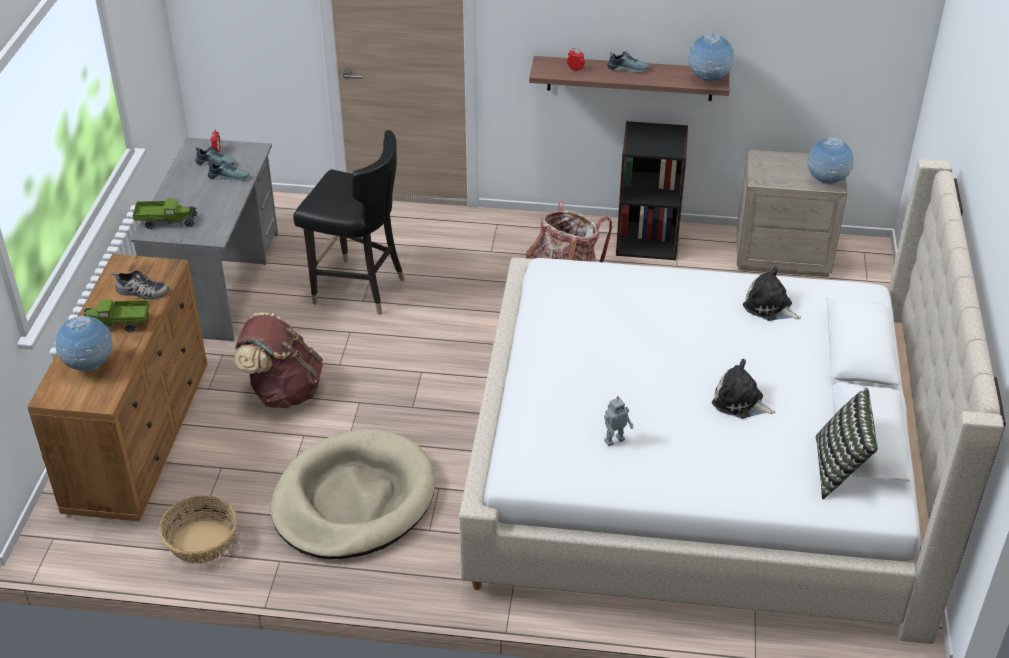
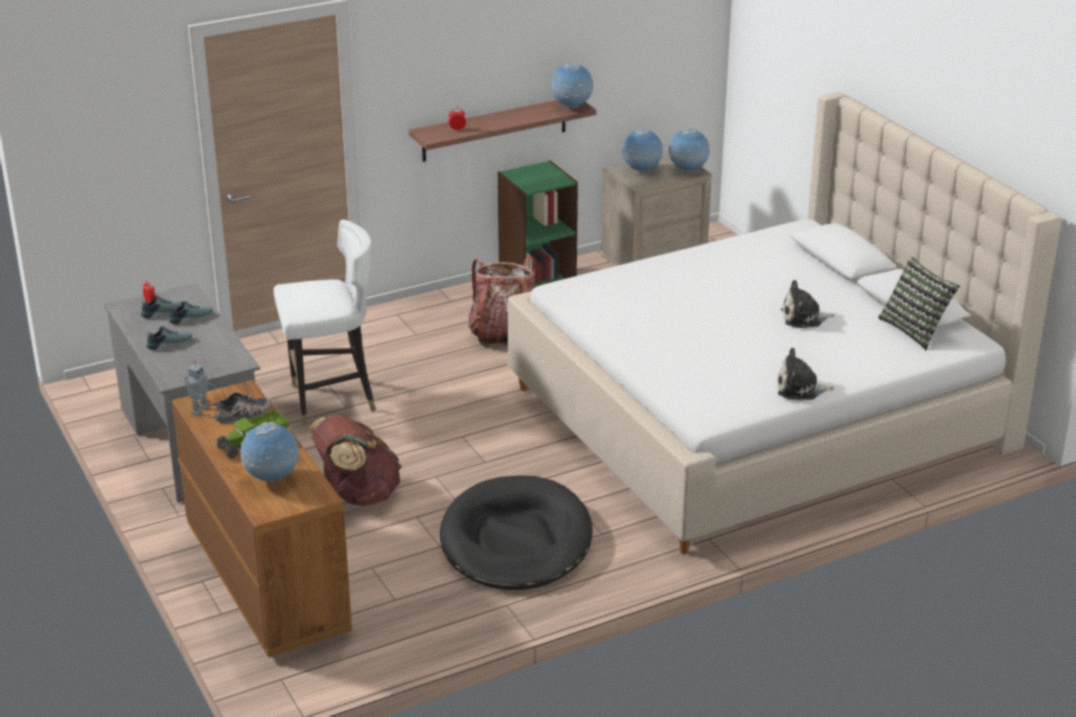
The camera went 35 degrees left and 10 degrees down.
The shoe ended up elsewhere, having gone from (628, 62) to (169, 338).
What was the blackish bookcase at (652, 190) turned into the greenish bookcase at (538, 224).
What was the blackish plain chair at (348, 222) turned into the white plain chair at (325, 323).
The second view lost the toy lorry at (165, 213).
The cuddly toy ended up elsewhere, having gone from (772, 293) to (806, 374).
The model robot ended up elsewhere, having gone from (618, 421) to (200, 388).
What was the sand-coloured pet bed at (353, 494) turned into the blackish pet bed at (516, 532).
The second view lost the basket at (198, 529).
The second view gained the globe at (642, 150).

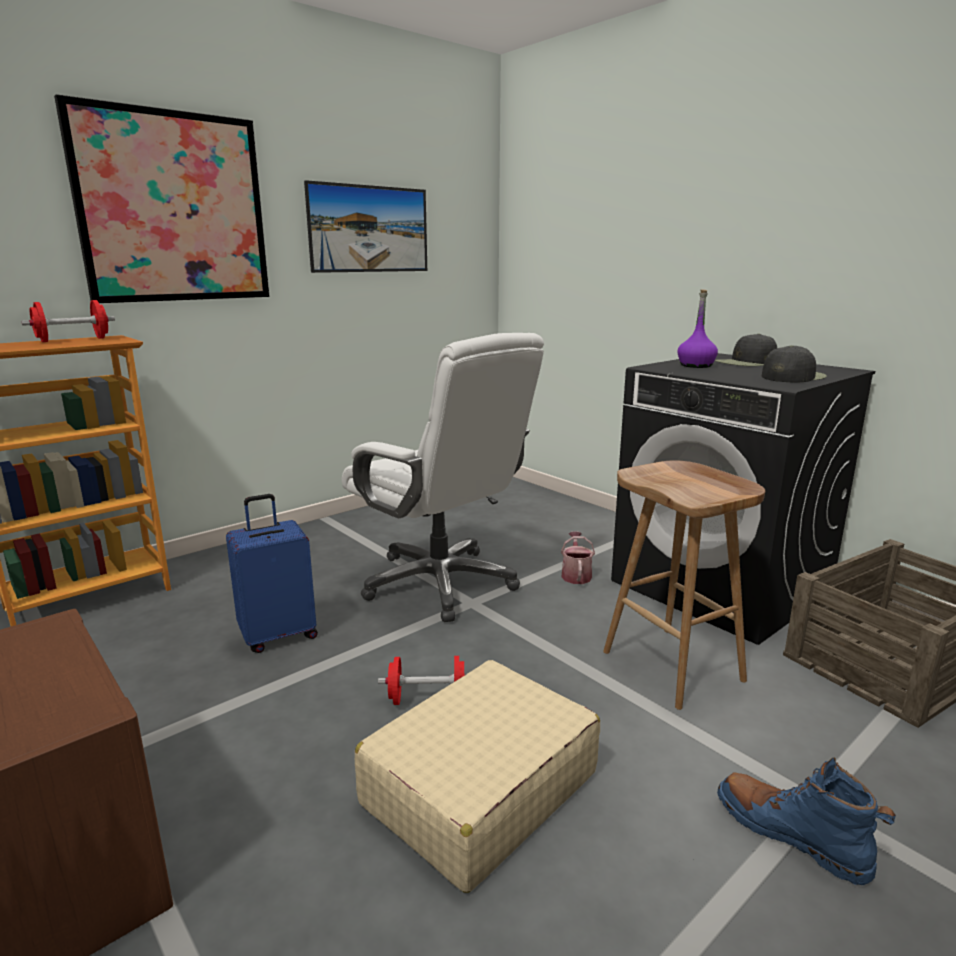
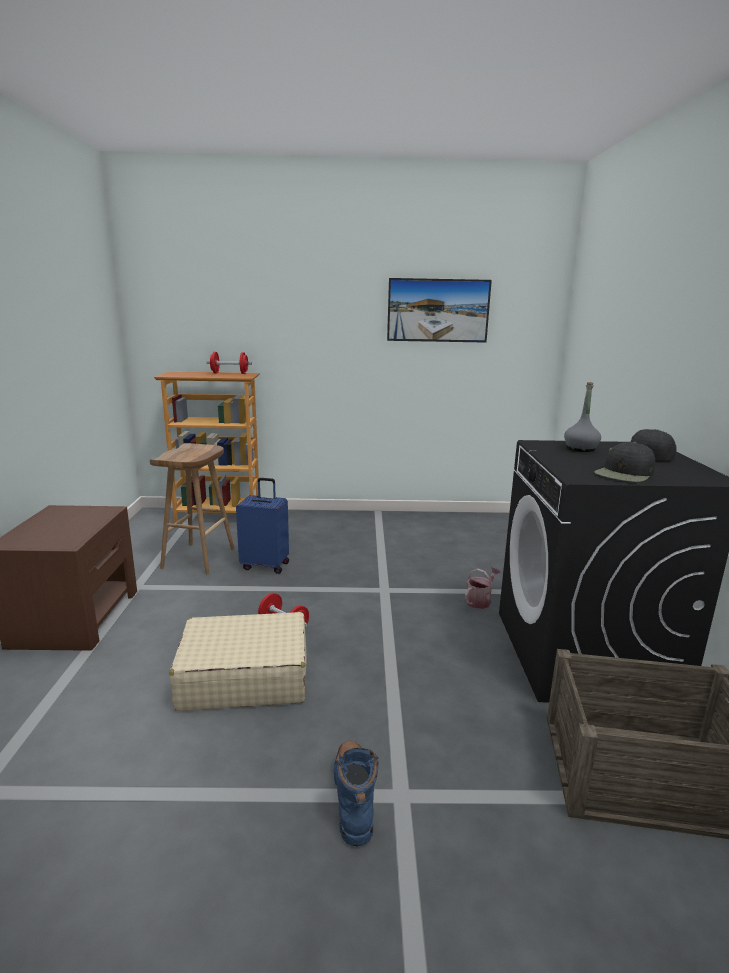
The camera went 40 degrees right and 0 degrees up.
The second view lost the wall picture at (162, 198).
What was the purplish drink bottle at (698, 328) turned into the gray drink bottle at (582, 417).
The second view lost the white computer chair at (443, 477).
The blackish baseball cap at (794, 364) ended up facing another way, 135 degrees clockwise from before.
The brownish stool seat ended up elsewhere, having gone from (684, 585) to (192, 508).

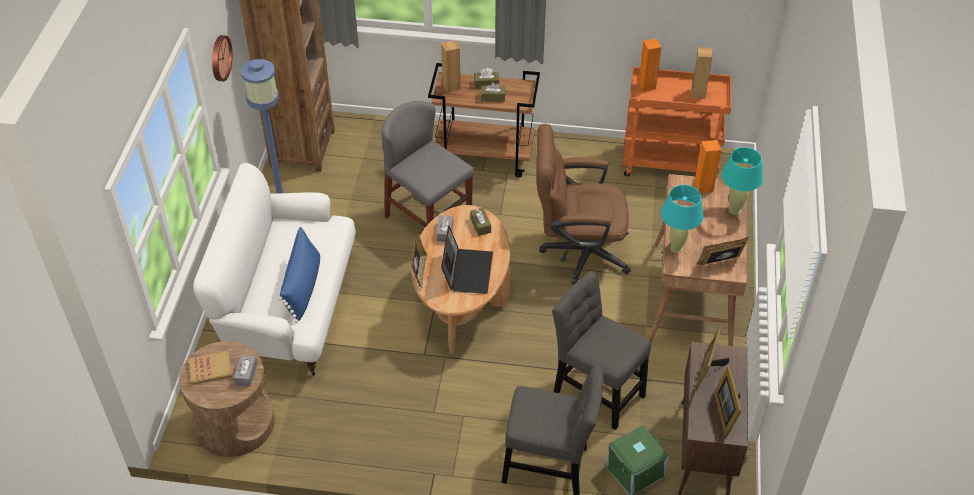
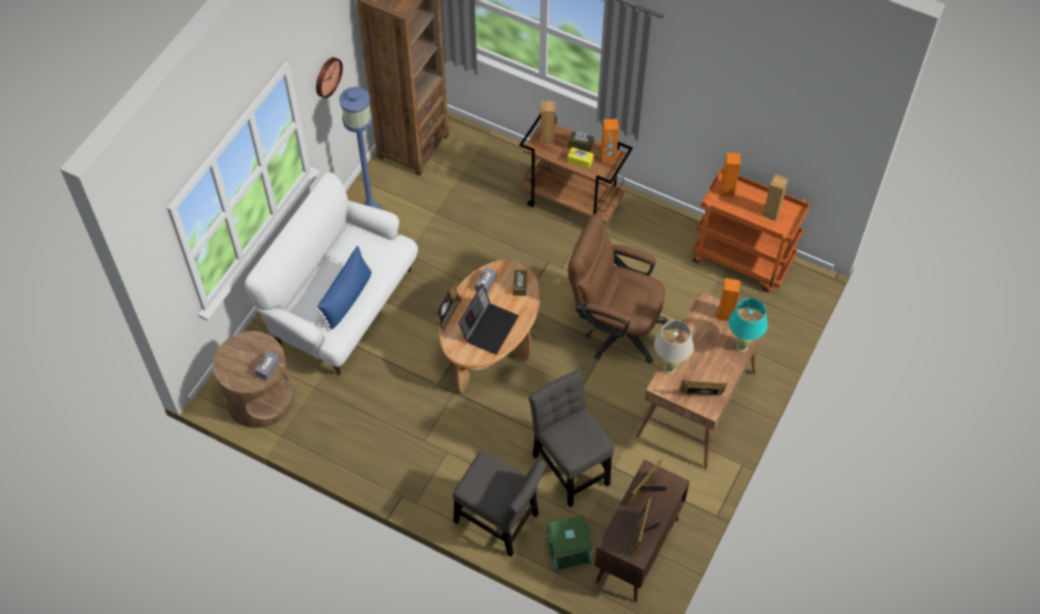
The camera went 20 degrees right and 10 degrees up.
What was the brownish tissue holder at (492, 92) turned into the yellowish tissue holder at (580, 158).
The second view lost the gray plain chair at (428, 164).
What was the blue-green tabletop lamp at (682, 219) turned into the sand-coloured tabletop lamp at (674, 347).
The second view lost the book at (210, 368).
The second view gained the orangey audio speaker at (610, 140).

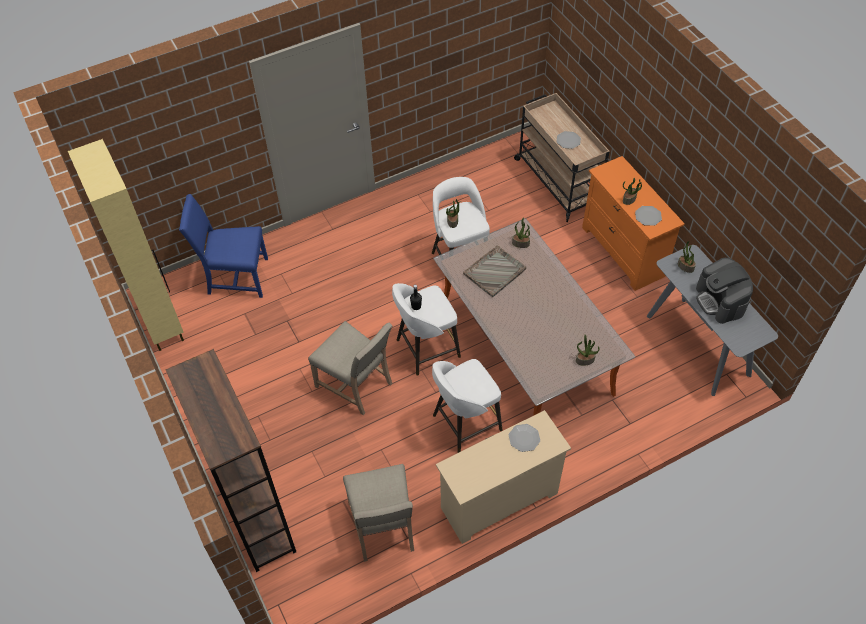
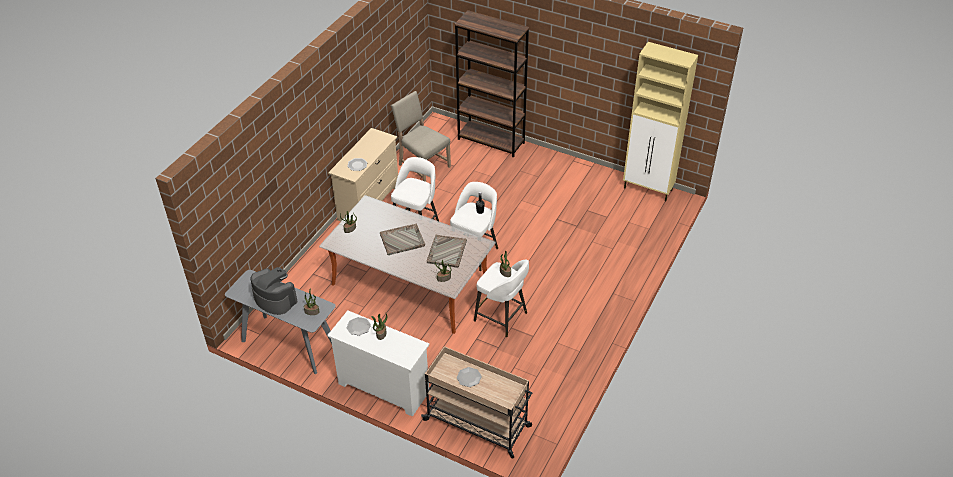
The camera went 145 degrees right and 10 degrees down.
What was the orangey drawer chest at (633, 223) turned into the white drawer chest at (378, 363).
The second view lost the blue-coloured plain chair at (223, 246).
The second view lost the sand-coloured plain chair at (350, 368).
The second view gained the gray carrying tray at (402, 239).

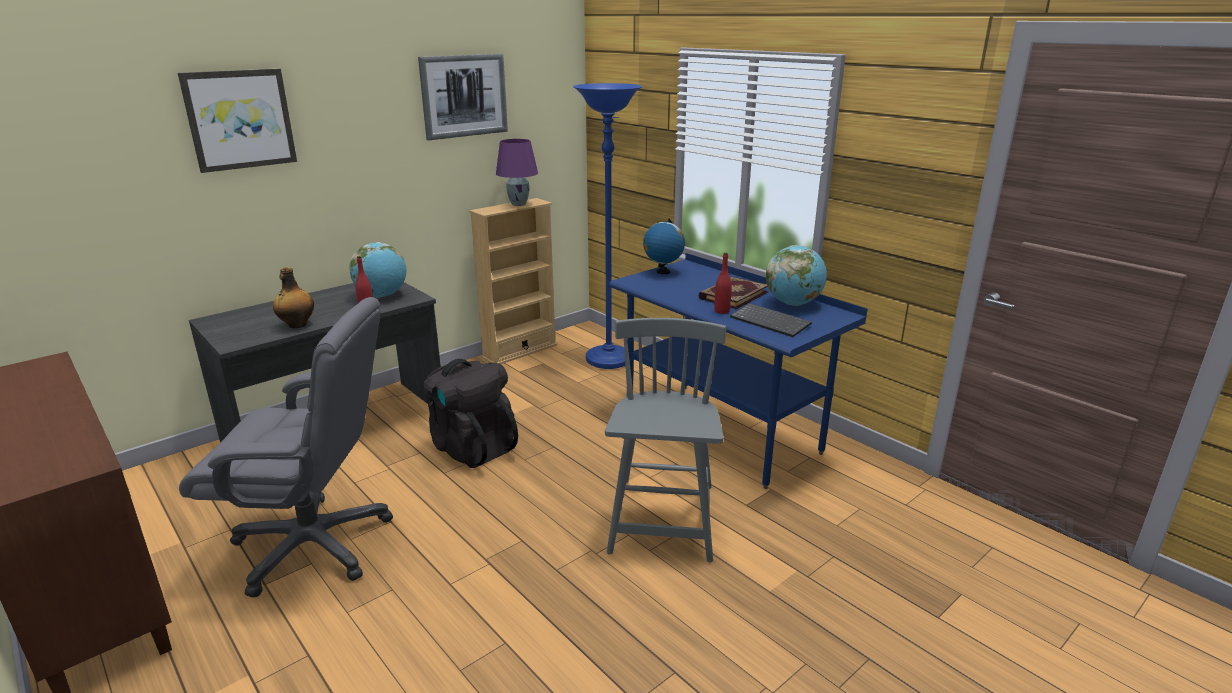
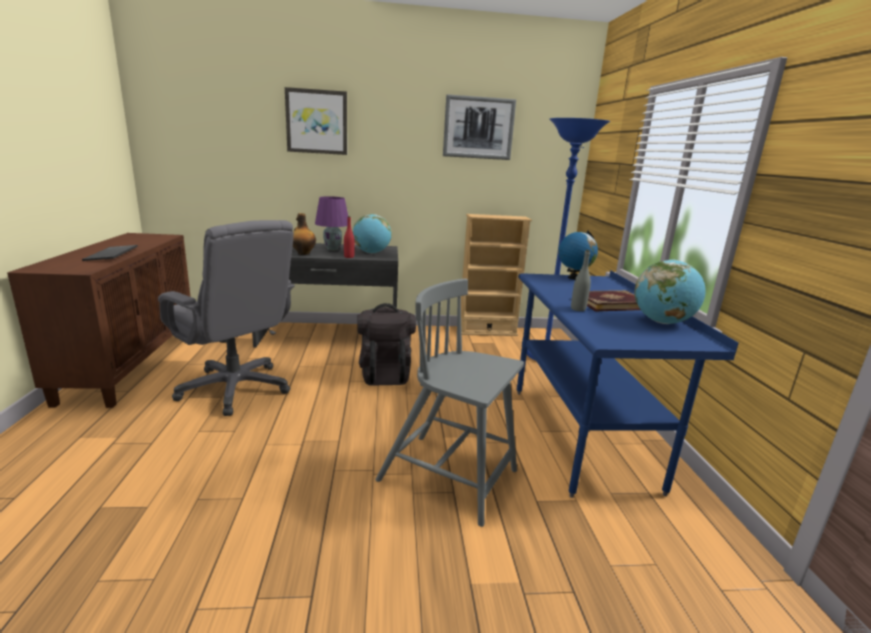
The camera went 35 degrees right and 5 degrees down.
The purplish tabletop lamp ended up elsewhere, having gone from (517, 172) to (331, 223).
What was the reddish drink bottle at (723, 283) turned into the gray drink bottle at (581, 280).
The computer keyboard ended up elsewhere, having gone from (771, 320) to (110, 253).
The gray plain chair at (665, 440) ended up facing another way, 105 degrees counterclockwise from before.

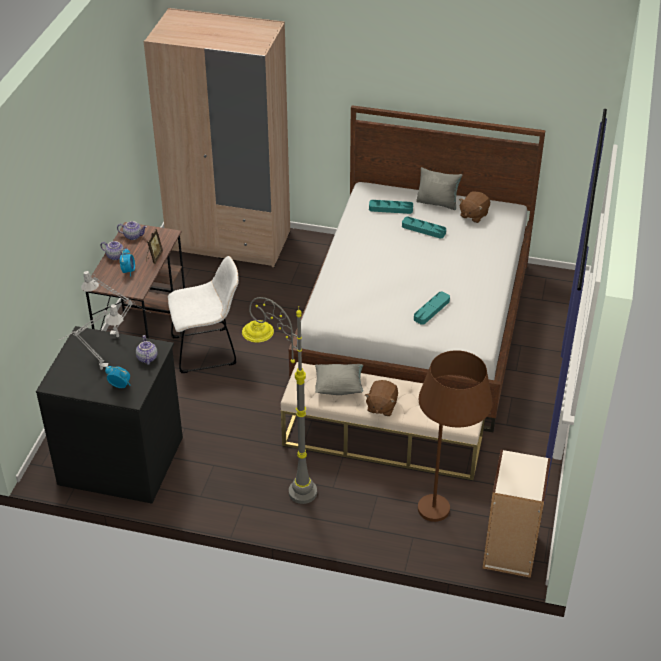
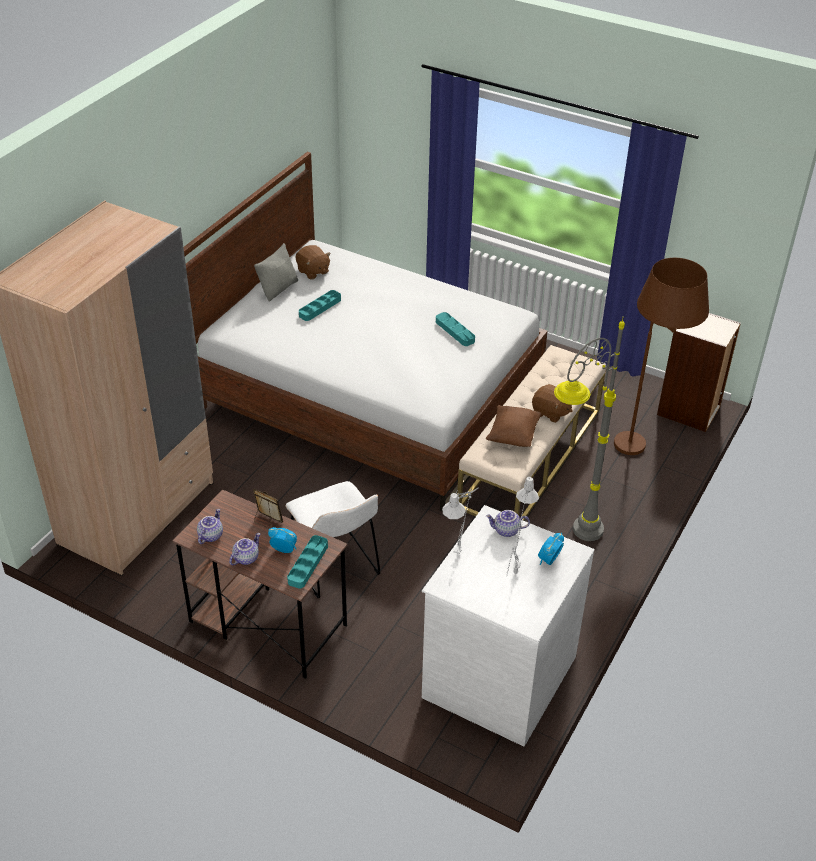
The camera went 75 degrees left and 0 degrees up.
The blue-green carrying tray ended up elsewhere, having gone from (391, 207) to (307, 562).
The white plain chair at (203, 314) ended up facing another way, 150 degrees clockwise from before.
What was the blackish drawer chest at (109, 414) turned into the white drawer chest at (508, 626).
What was the gray cushion at (339, 379) turned into the brownish cushion at (514, 426).

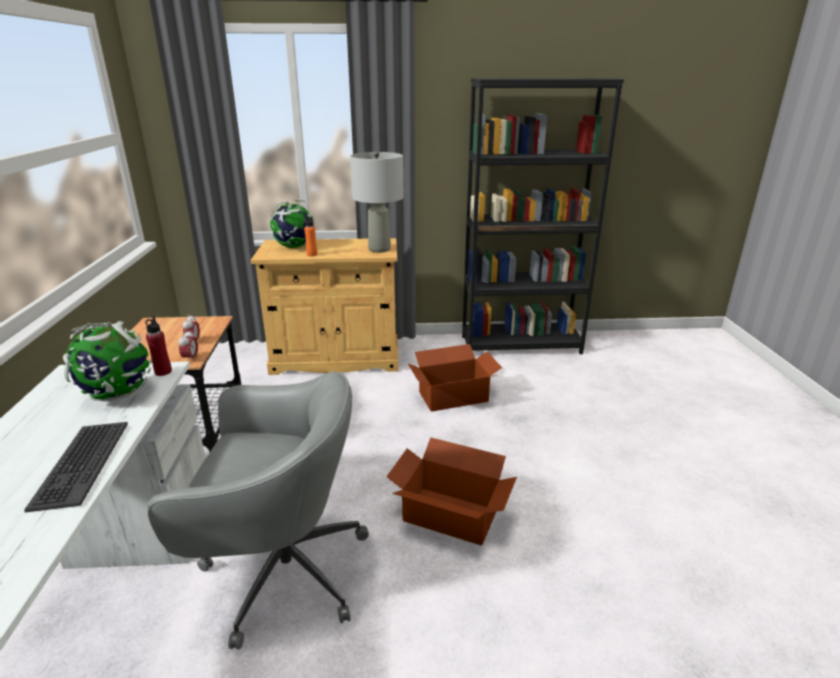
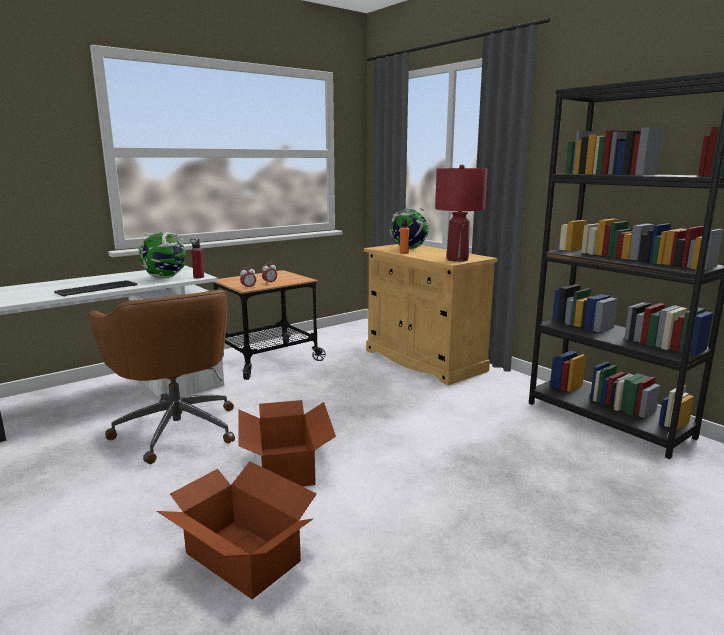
The camera went 55 degrees right and 10 degrees down.
What was the gray tabletop lamp at (376, 202) turned into the reddish tabletop lamp at (461, 213).
The packing box ended up elsewhere, having gone from (454, 378) to (237, 530).
What was the gray computer chair at (258, 510) turned into the brownish computer chair at (161, 377).

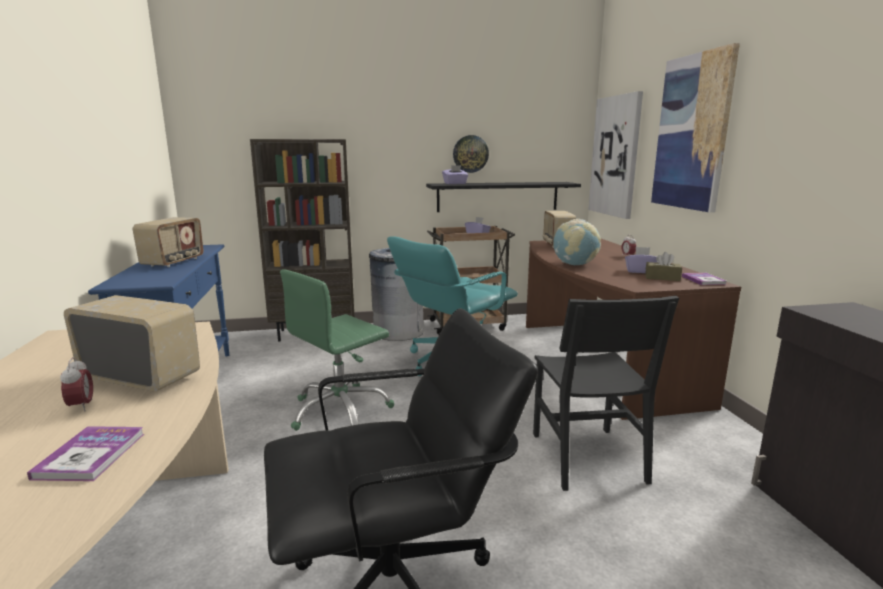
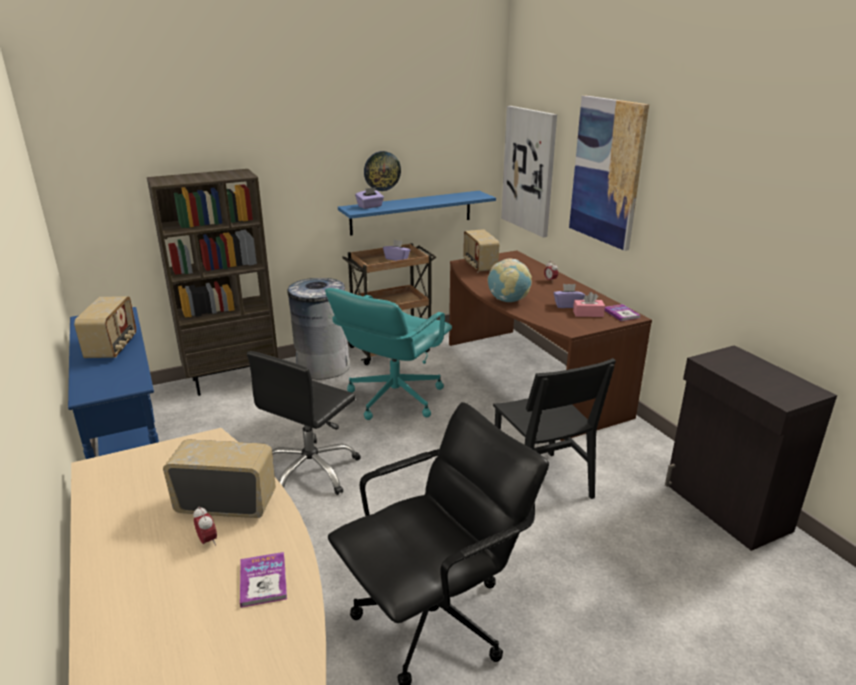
The camera went 15 degrees left and 10 degrees up.
What was the blackish bracket shelf at (503, 197) turned into the blue-coloured bracket shelf at (417, 213).
What was the brownish tissue holder at (663, 266) turned into the pink-coloured tissue holder at (589, 304).
What was the greenish computer chair at (337, 350) turned into the blackish computer chair at (304, 423).

